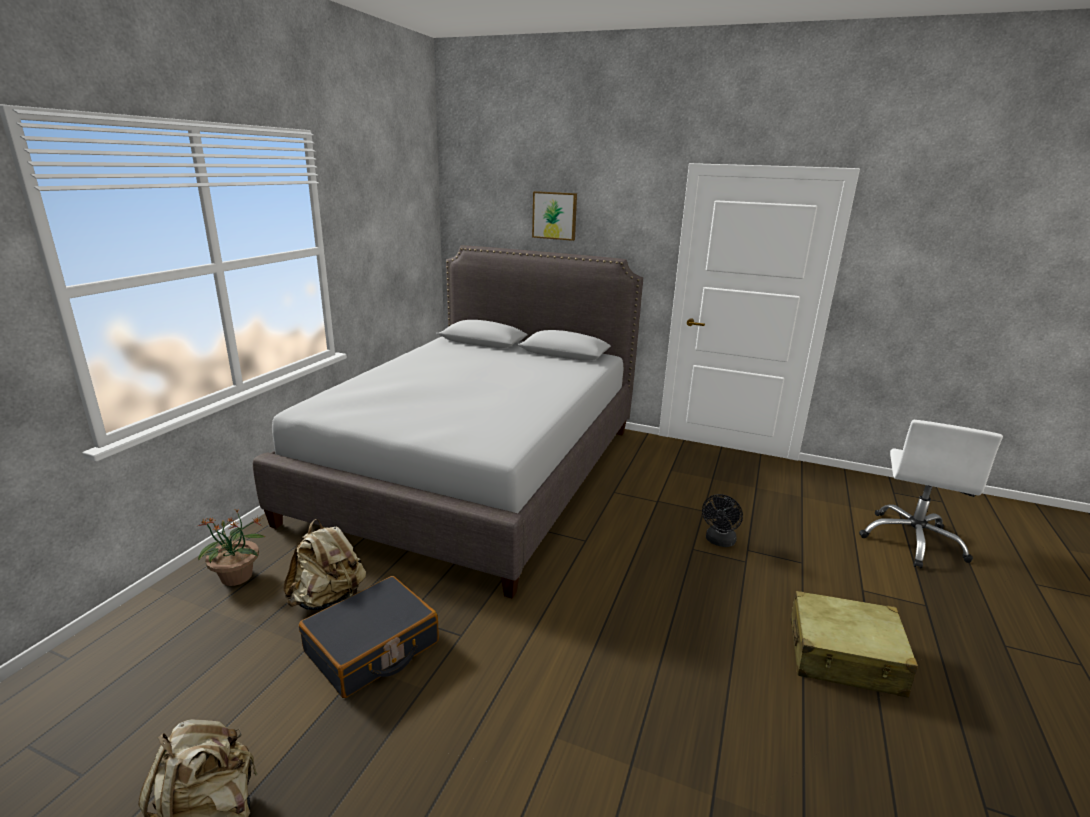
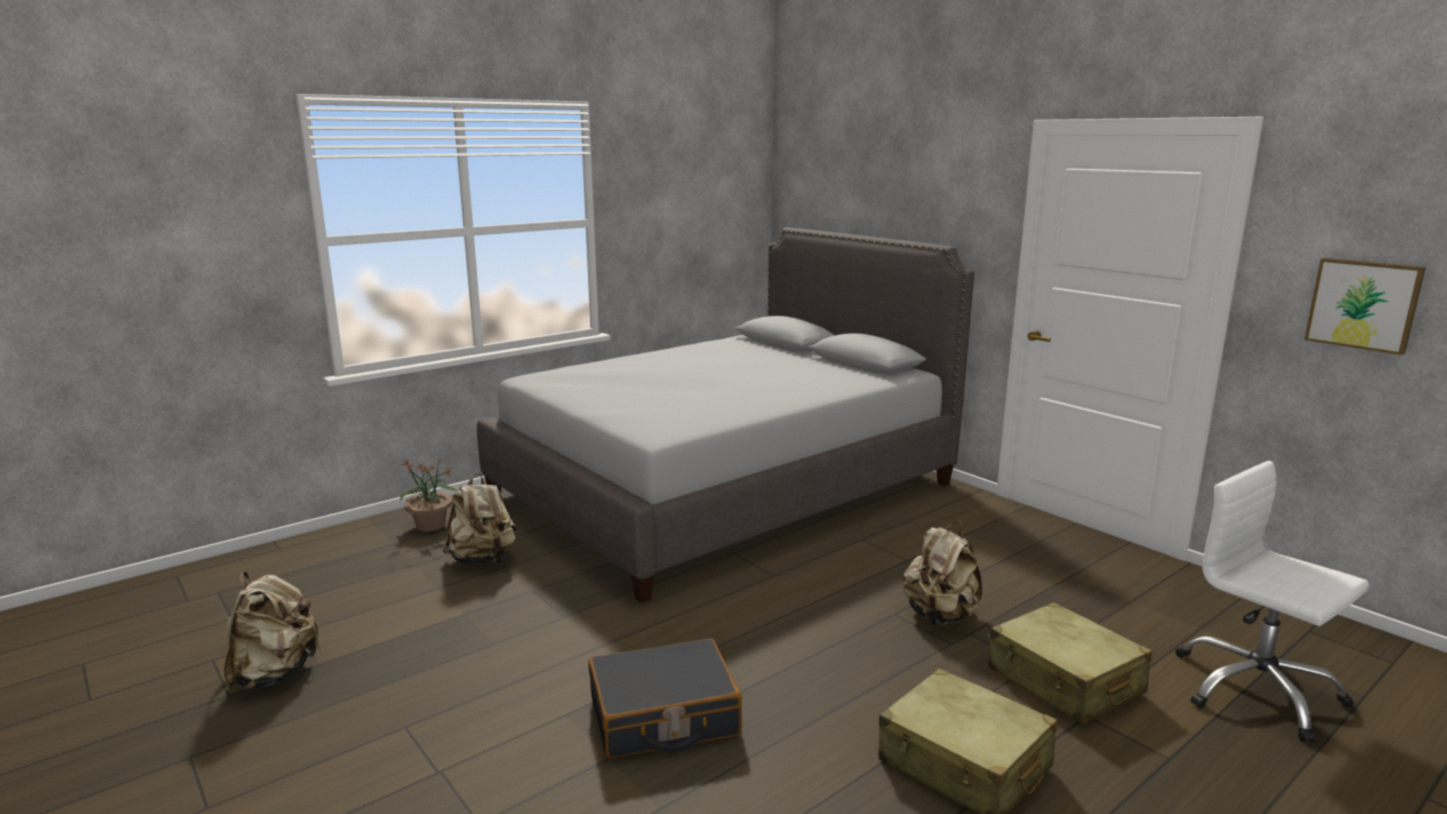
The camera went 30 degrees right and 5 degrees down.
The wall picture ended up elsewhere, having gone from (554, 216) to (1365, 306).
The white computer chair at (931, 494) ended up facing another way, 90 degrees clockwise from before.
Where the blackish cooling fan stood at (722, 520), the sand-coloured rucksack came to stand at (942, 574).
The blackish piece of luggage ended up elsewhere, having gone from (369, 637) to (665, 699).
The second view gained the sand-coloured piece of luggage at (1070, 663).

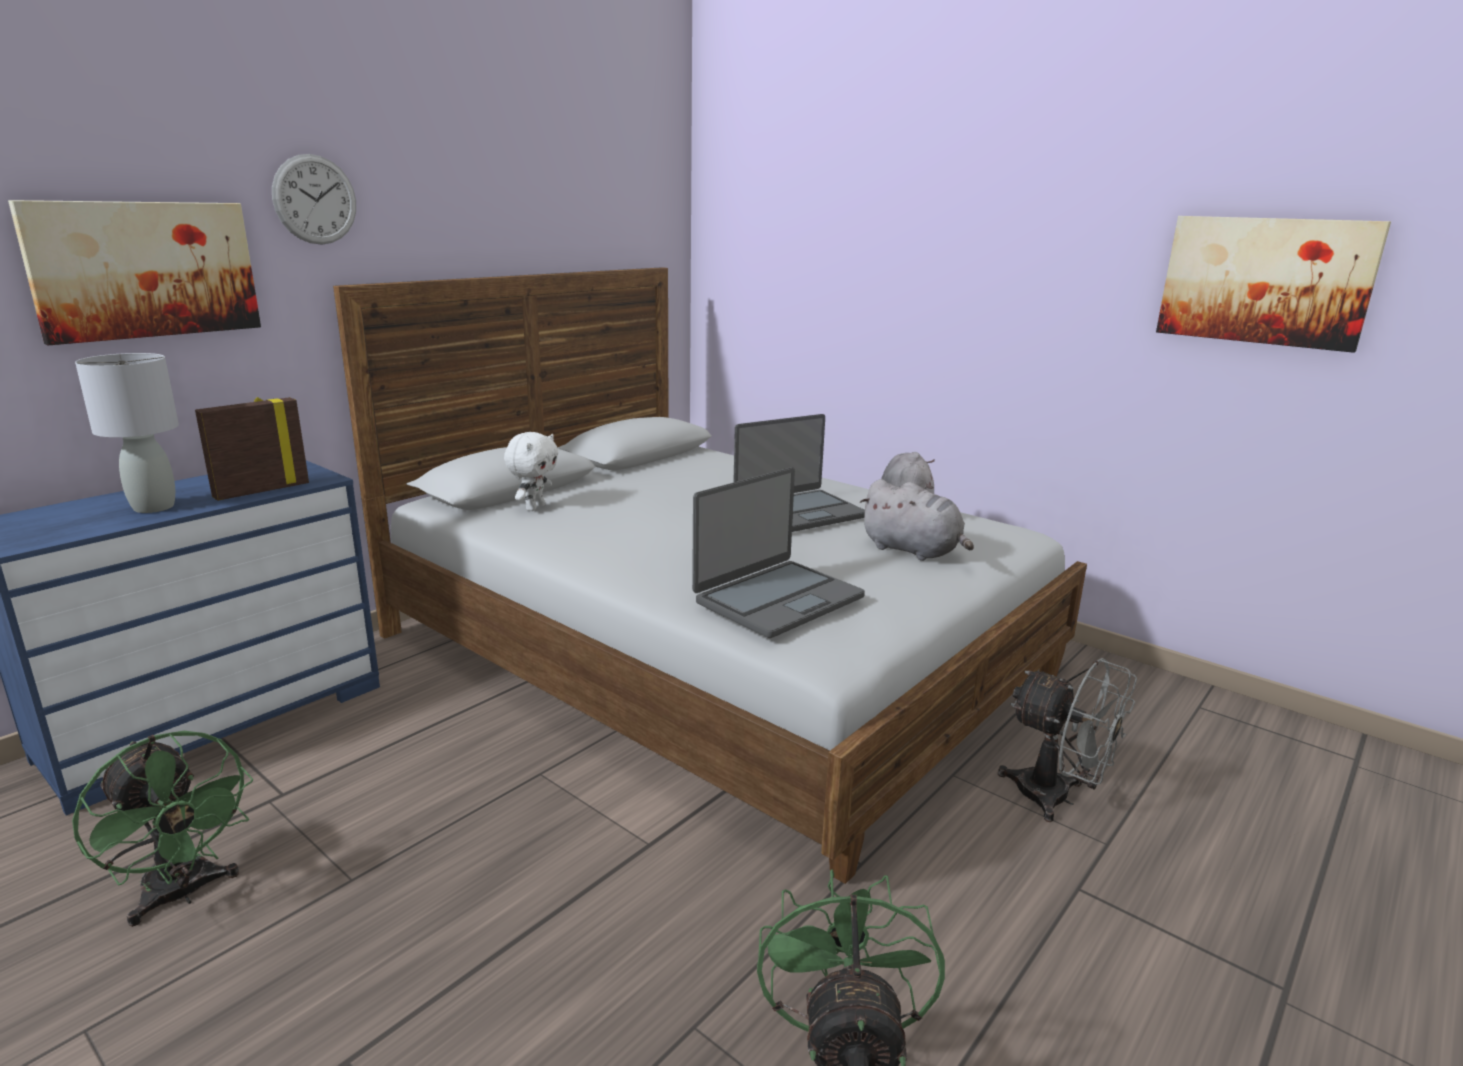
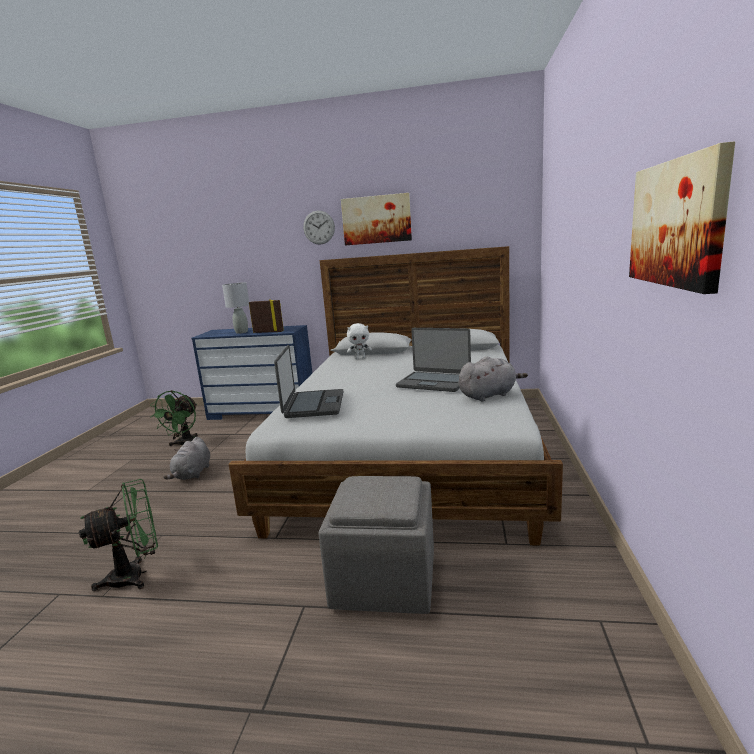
The camera went 60 degrees right and 5 degrees down.
The wall picture ended up elsewhere, having gone from (134, 272) to (376, 219).
The portable computer at (778, 552) ended up facing another way, 105 degrees counterclockwise from before.
The gray cuddly toy ended up elsewhere, having gone from (917, 520) to (186, 458).
Where the gray cooling fan stood at (1067, 740), the gray footrest came to stand at (376, 545).

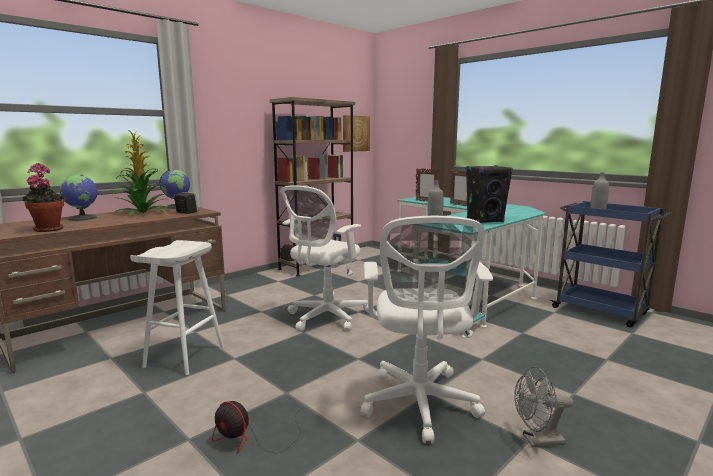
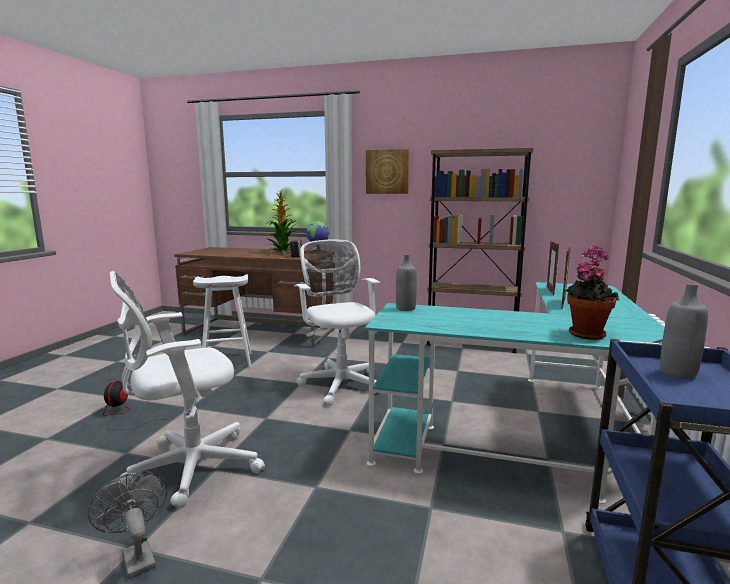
The camera went 60 degrees right and 0 degrees up.
The wall picture ended up elsewhere, having gone from (356, 133) to (387, 171).
The plant in a pot ended up elsewhere, having gone from (44, 197) to (592, 292).
The second view lost the blackish audio speaker at (489, 194).
The second view lost the globe at (78, 197).
The white computer chair at (324, 258) ended up facing another way, 60 degrees clockwise from before.

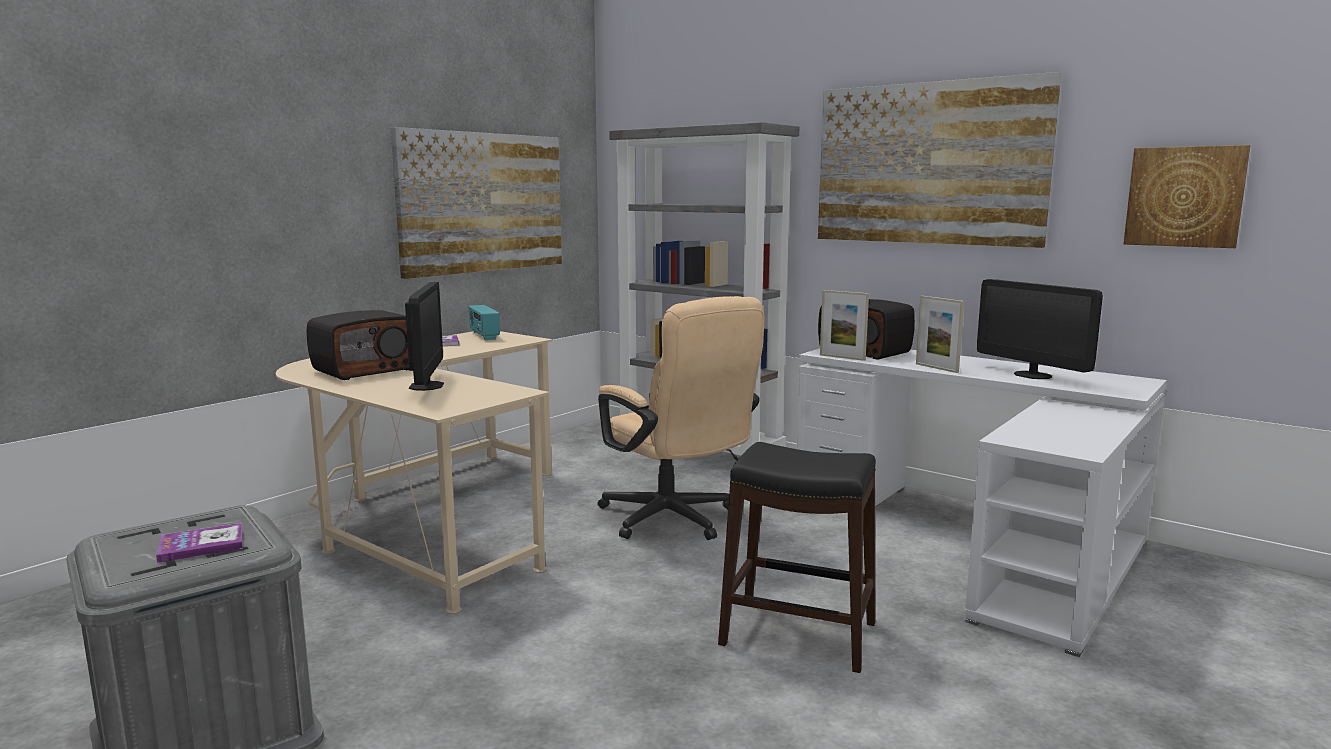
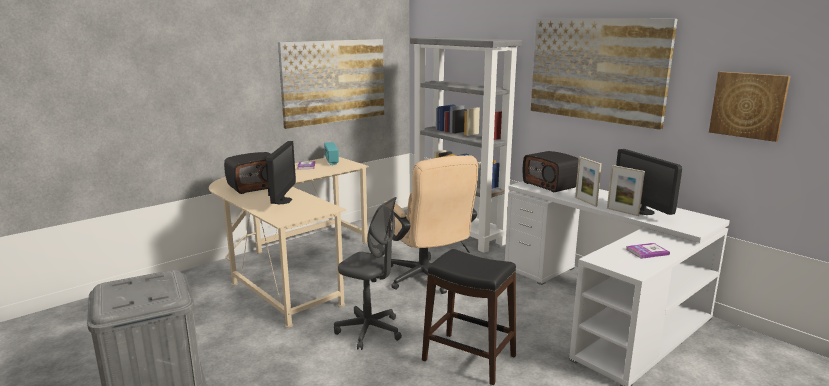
The camera went 10 degrees right and 5 degrees up.
The photo frame ended up elsewhere, having gone from (844, 325) to (626, 190).
The book ended up elsewhere, having gone from (199, 543) to (648, 251).
The second view gained the gray computer chair at (368, 273).

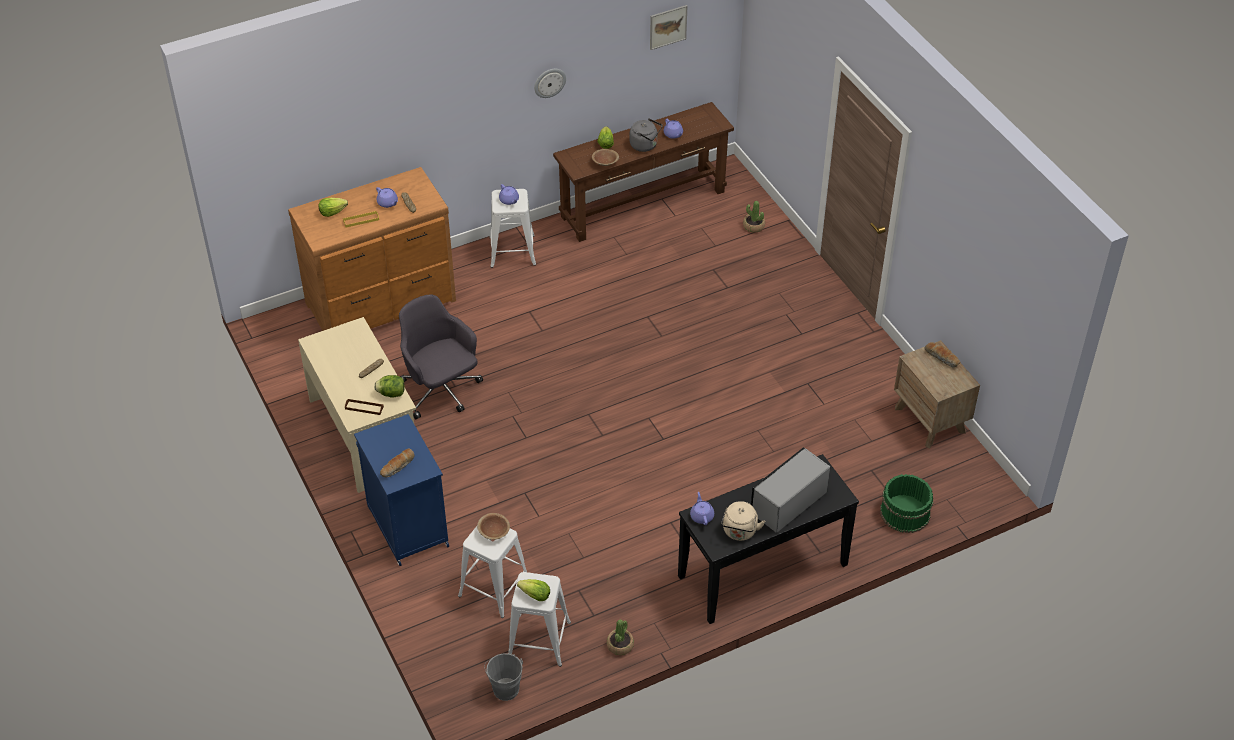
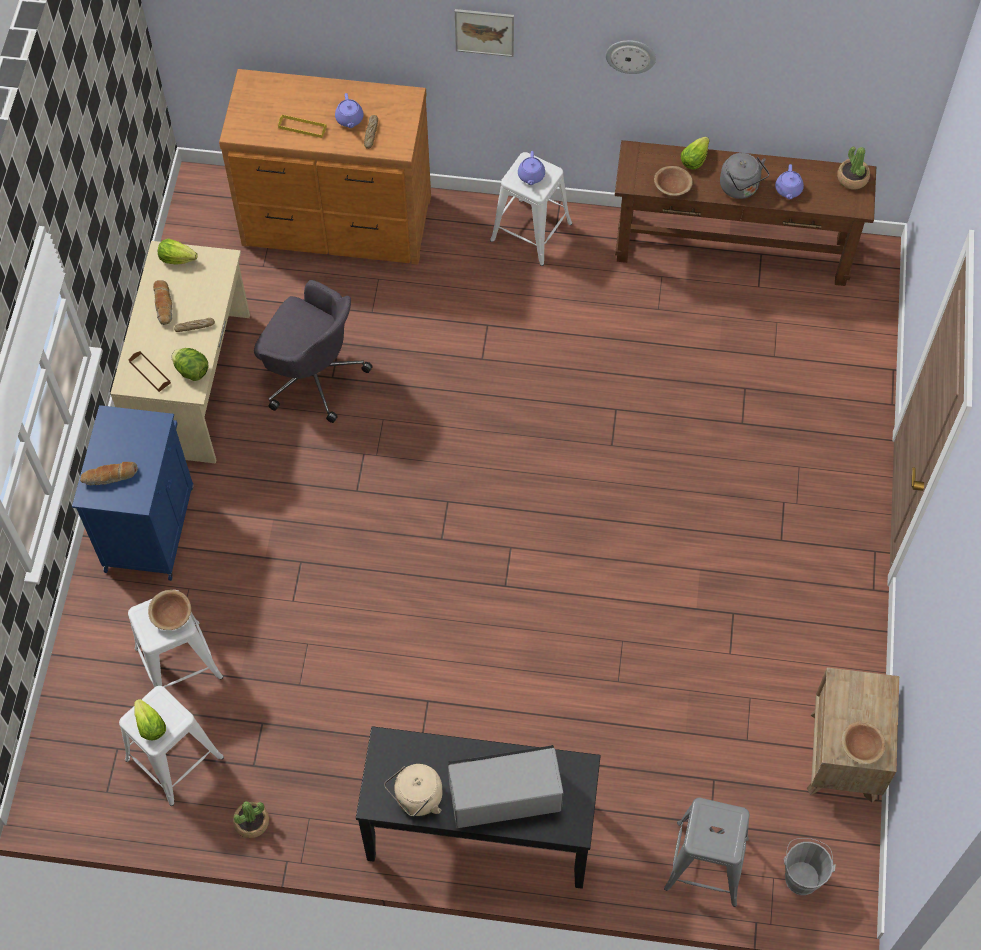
The camera went 35 degrees right and 15 degrees up.
The wall picture ended up elsewhere, having gone from (668, 27) to (484, 33).
The head of lettuce ended up elsewhere, having gone from (333, 207) to (178, 251).
The plant in a pot ended up elsewhere, having gone from (754, 217) to (853, 168).
The gray computer chair at (441, 357) ended up facing another way, 120 degrees clockwise from before.
The baked bread ended up elsewhere, having gone from (942, 354) to (162, 302).
Where the greenish pail stood at (906, 503), the gray stool seat came to stand at (707, 852).
The second view lost the purplish teapot at (702, 508).
The gray pail ended up elsewhere, having gone from (503, 677) to (810, 866).
The second view gained the brownish serving bowl at (863, 742).

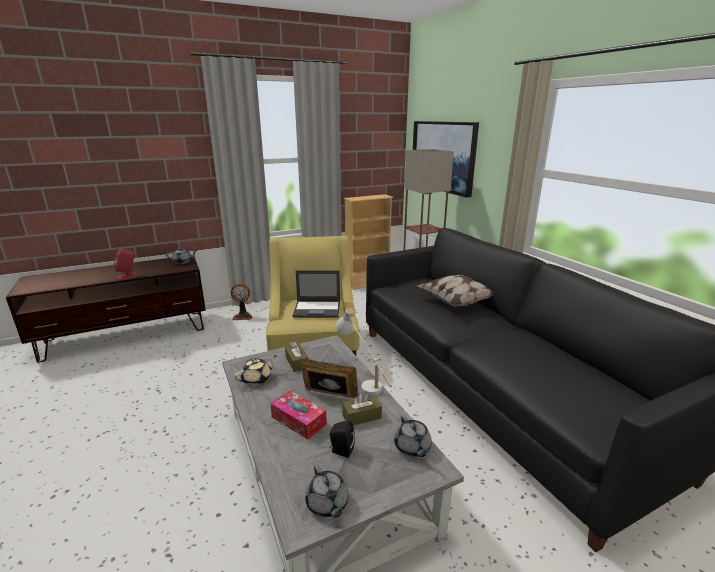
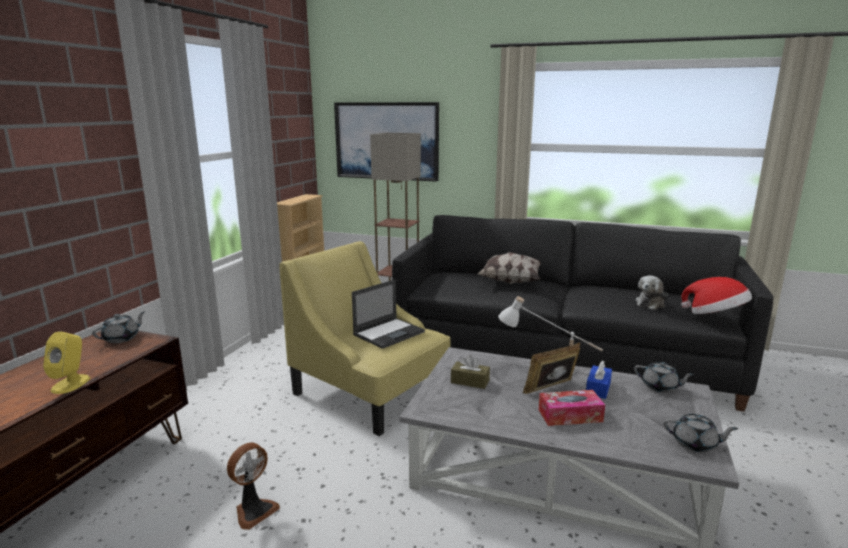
The camera went 45 degrees left and 5 degrees down.
What was the reddish audio speaker at (126, 264) turned into the yellowish audio speaker at (66, 362).
The cooling fan ended up elsewhere, having gone from (241, 302) to (253, 486).
The second view lost the sand-coloured teapot at (255, 370).
What was the brownish tissue holder at (362, 409) turned into the blue-coloured tissue holder at (599, 380).
The second view lost the blackish audio speaker at (342, 439).
The second view gained the cuddly toy at (651, 292).
The second view gained the clothing hat at (716, 295).

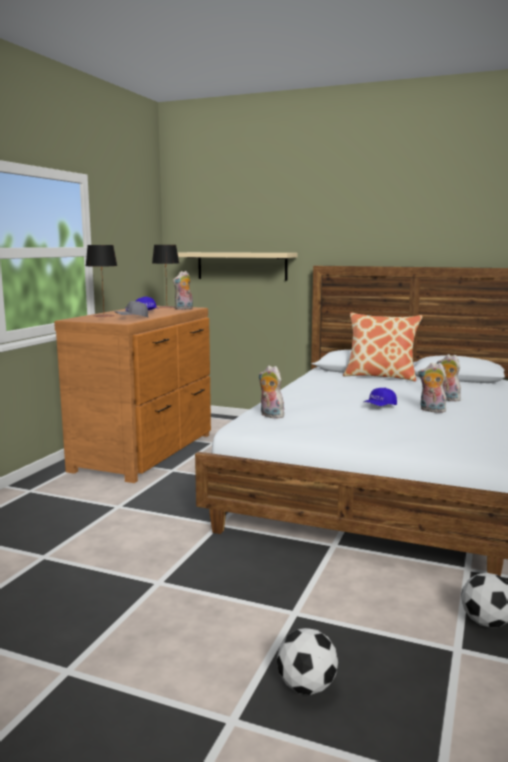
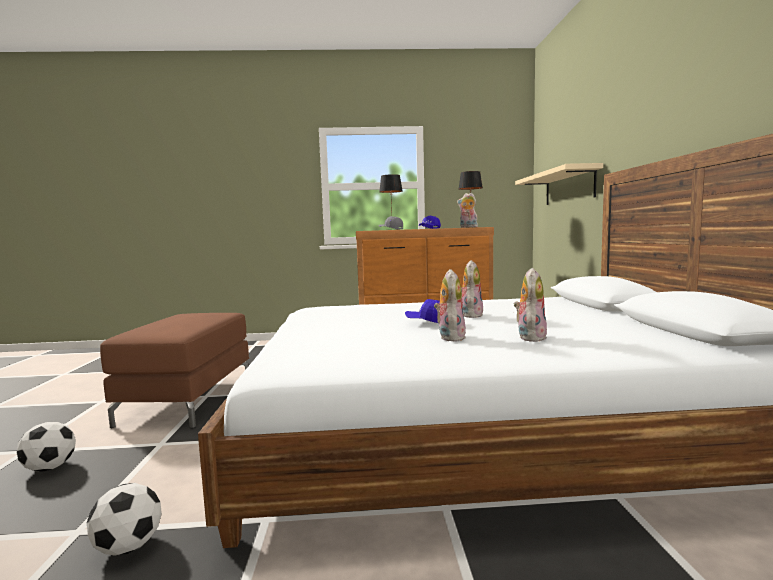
The camera went 65 degrees right and 5 degrees down.
The second view lost the cushion at (383, 347).
The cuddly toy ended up elsewhere, having gone from (271, 391) to (472, 289).
The second view gained the brownish footrest at (174, 370).

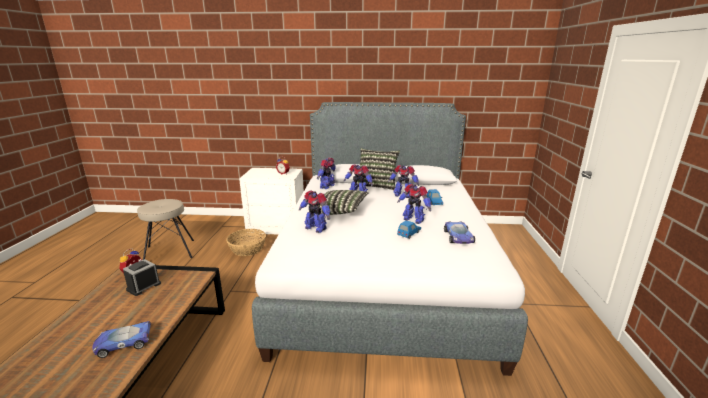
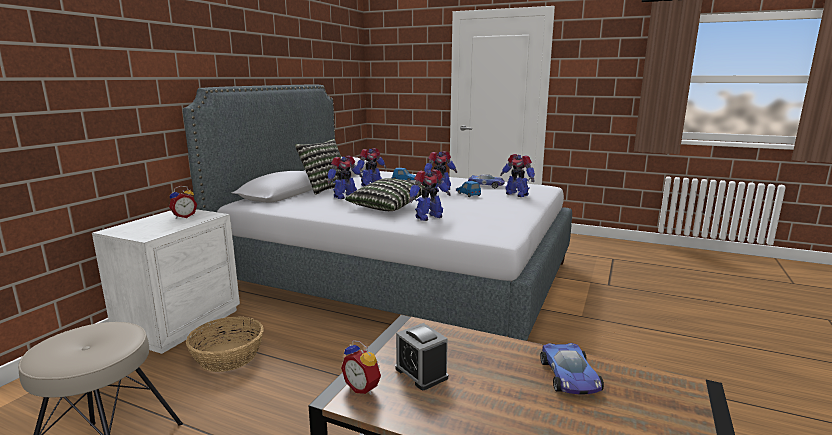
The camera went 70 degrees left and 5 degrees down.
The model robot ended up elsewhere, having gone from (326, 173) to (517, 175).

